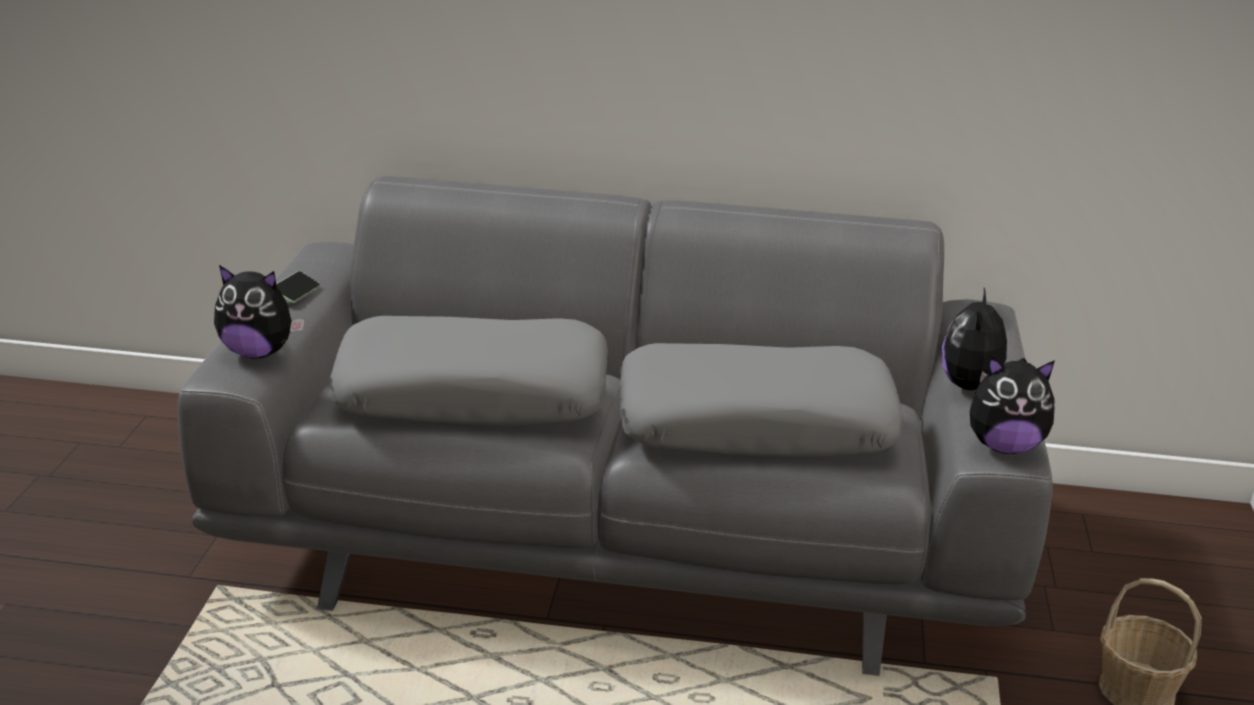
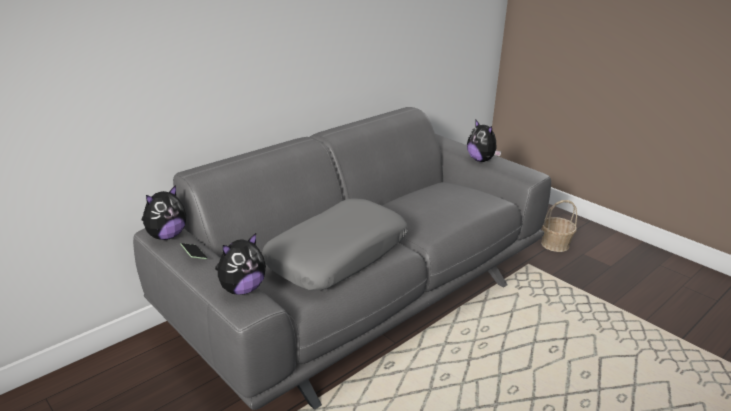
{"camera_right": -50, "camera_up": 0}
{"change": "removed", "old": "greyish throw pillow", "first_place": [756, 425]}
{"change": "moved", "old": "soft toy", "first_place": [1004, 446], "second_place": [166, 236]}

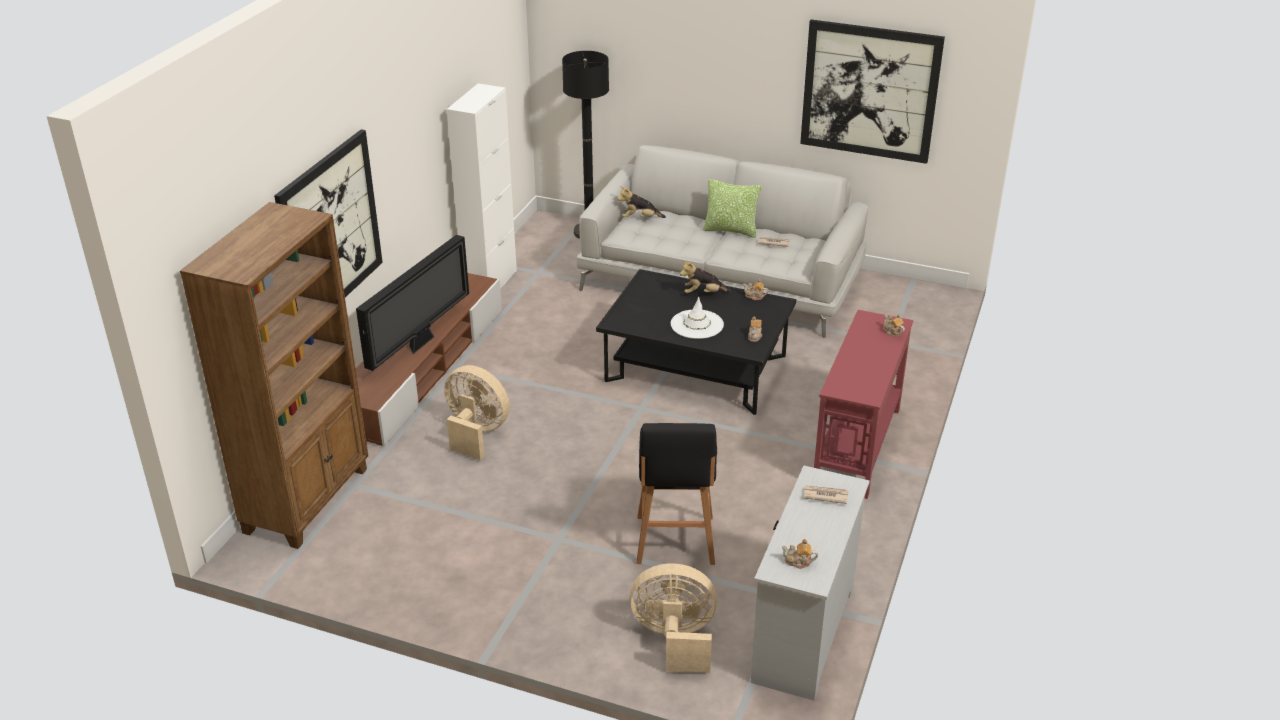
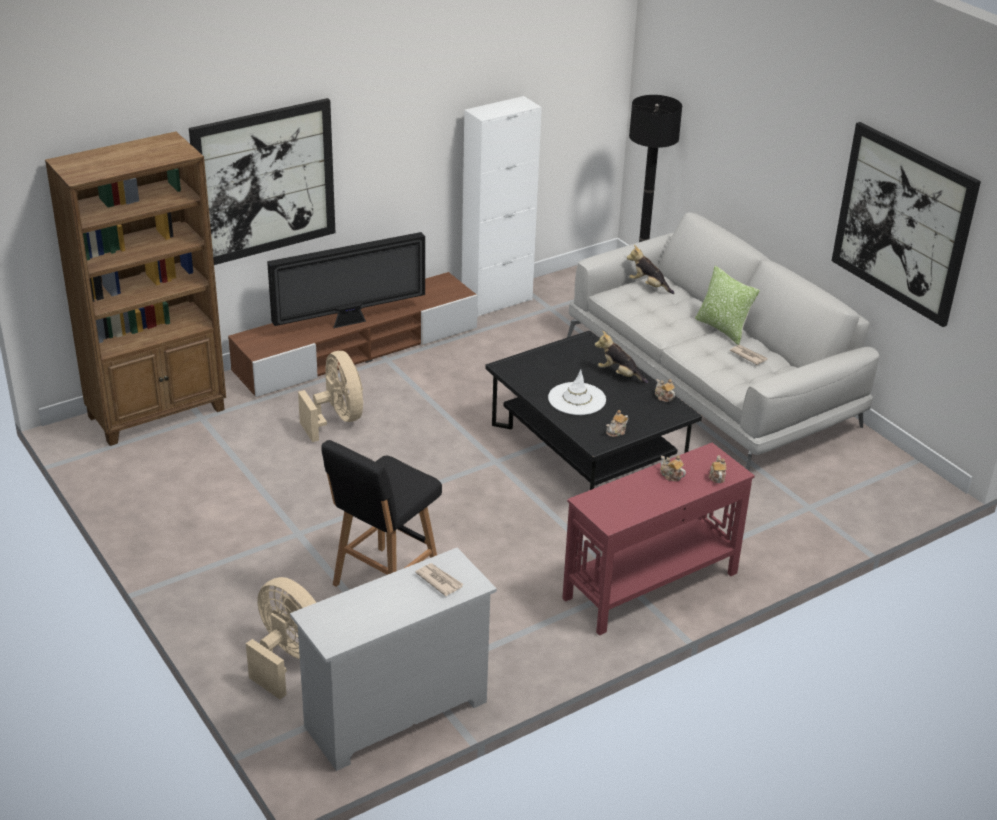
{"camera_right": 35, "camera_up": 0}
{"change": "moved", "old": "teapot", "first_place": [798, 562], "second_place": [671, 475]}

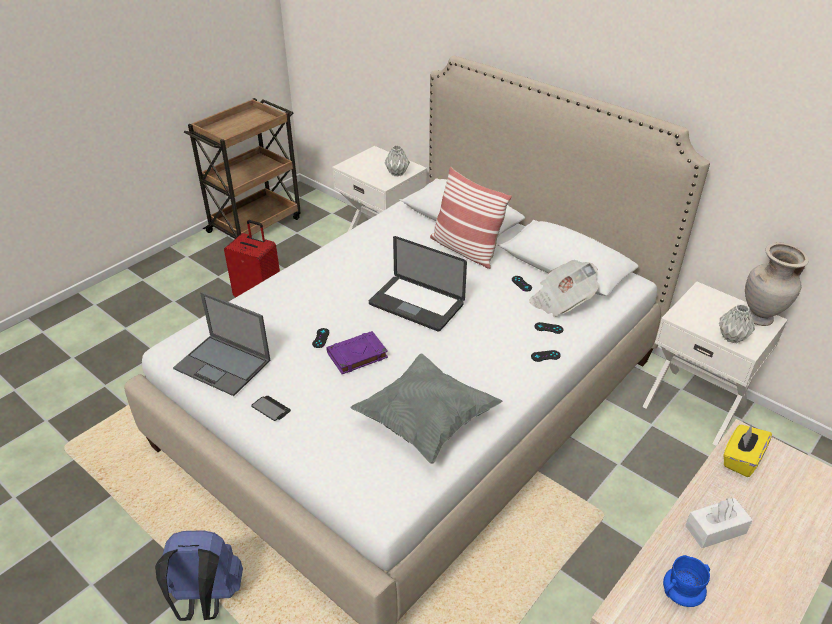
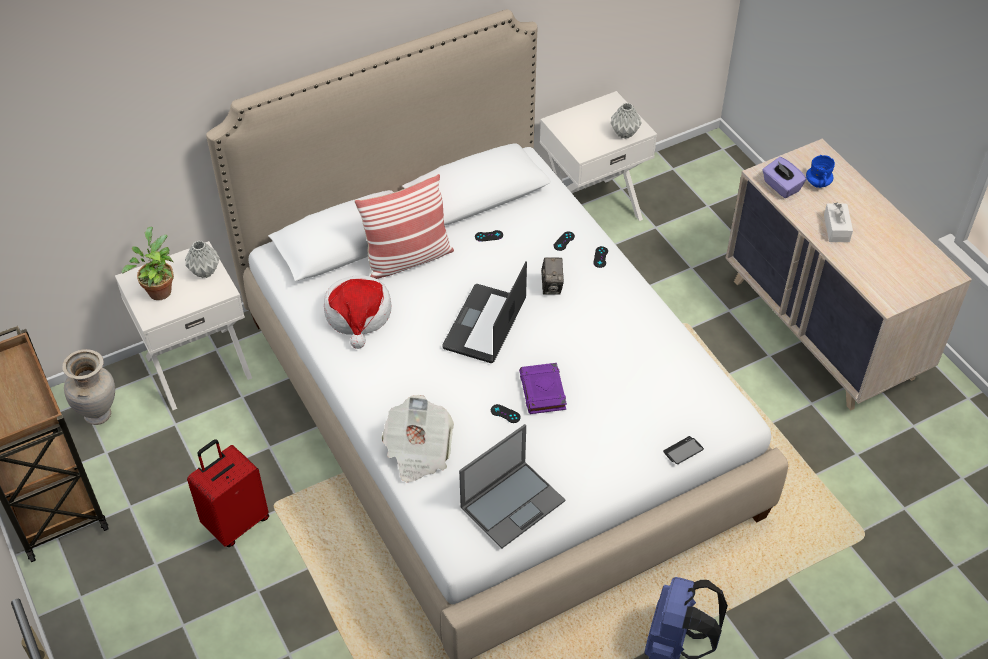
{"camera_right": -70, "camera_up": 10}
{"change": "removed", "old": "greyish throw pillow", "first_place": [426, 422]}
{"change": "added", "new": "plant in a pot", "second_place": [158, 290]}
{"change": "added", "new": "hat", "second_place": [358, 315]}
{"change": "added", "new": "still camera", "second_place": [552, 286]}
{"change": "moved", "old": "phone", "first_place": [271, 409], "second_place": [683, 451]}
{"change": "moved", "old": "printed paper", "first_place": [561, 301], "second_place": [418, 451]}
{"change": "moved", "old": "blue-coloured mug", "first_place": [681, 594], "second_place": [817, 183]}
{"change": "moved", "old": "beige flower vase", "first_place": [760, 319], "second_place": [99, 415]}
{"change": "recoloured", "old": "yellow tissue holder", "new": "purple tissue holder", "first_place": [741, 459], "second_place": [781, 187]}
{"change": "turned", "old": "portable computer", "first_place": [416, 304], "second_place": [484, 325], "degrees": 150}

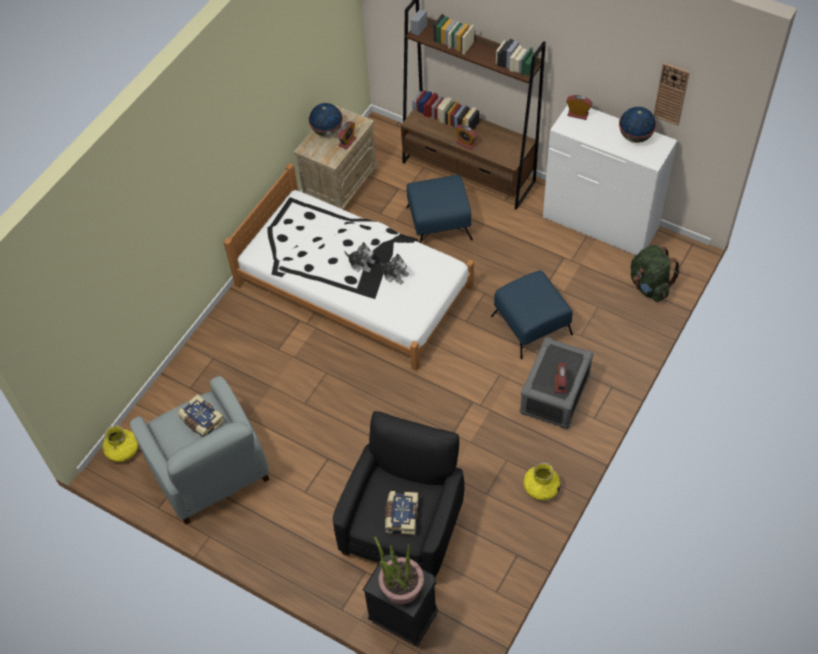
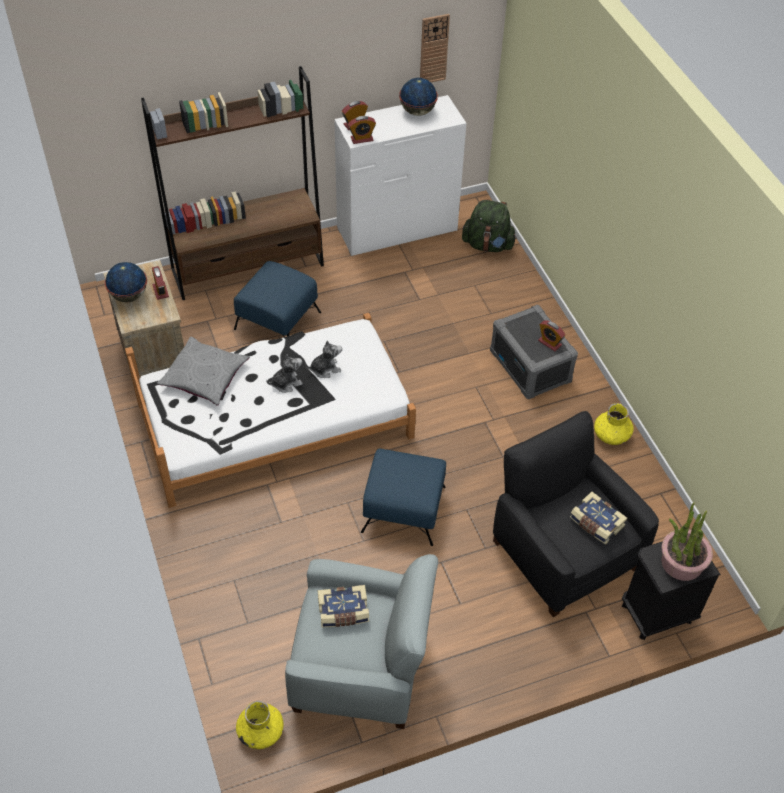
{"camera_right": -55, "camera_up": -5}
{"change": "added", "new": "greyish throw pillow", "second_place": [205, 377]}
{"change": "moved", "old": "table clock", "first_place": [466, 143], "second_place": [362, 139]}
{"change": "moved", "old": "blue-coloured footrest", "first_place": [531, 324], "second_place": [403, 508]}

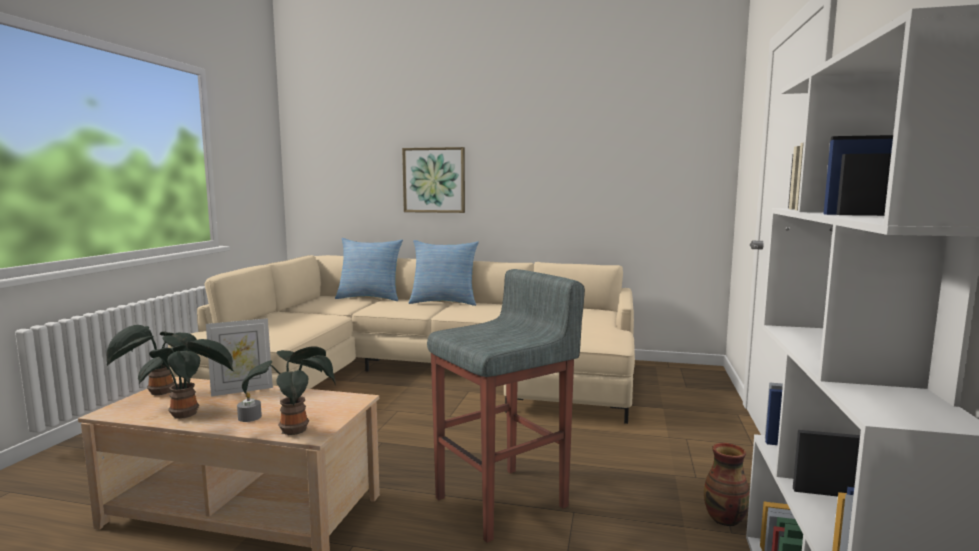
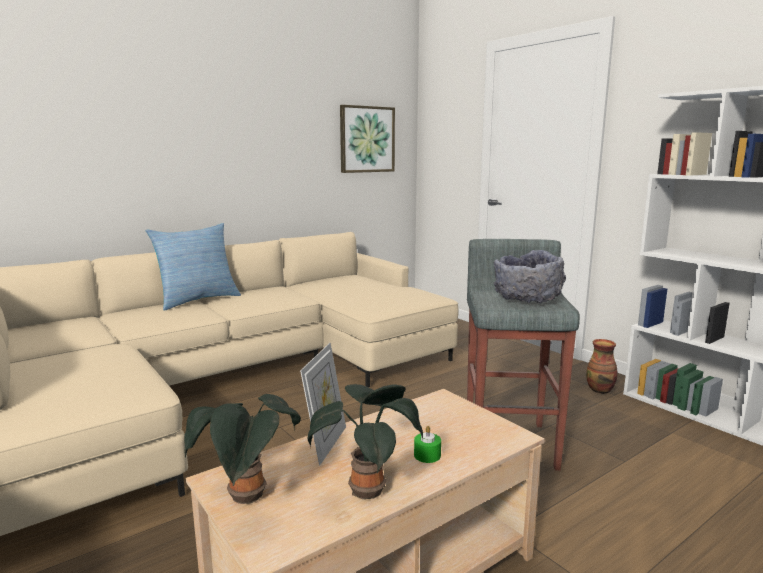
{"camera_right": -50, "camera_up": 5}
{"change": "removed", "old": "plant in a pot", "first_place": [296, 429]}
{"change": "removed", "old": "throw pillow", "first_place": [370, 298]}
{"change": "added", "new": "greyish bowl", "second_place": [527, 298]}
{"change": "moved", "old": "wall art", "first_place": [434, 180], "second_place": [366, 139]}
{"change": "recoloured", "old": "greyish candle", "new": "green candle", "first_place": [249, 417], "second_place": [427, 455]}

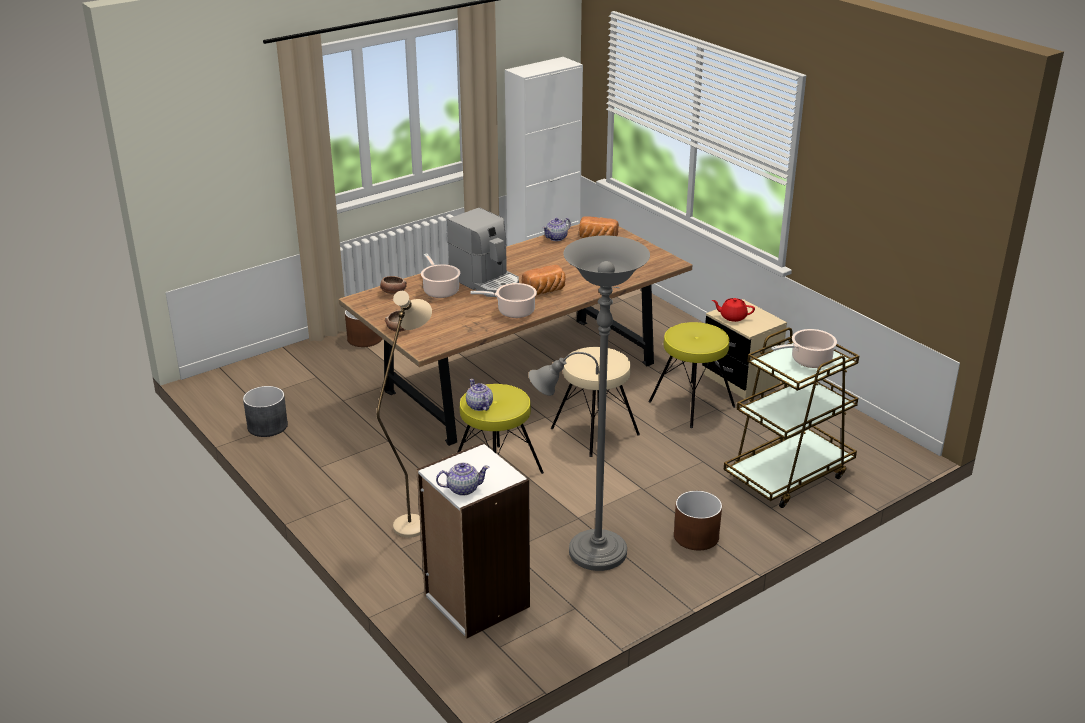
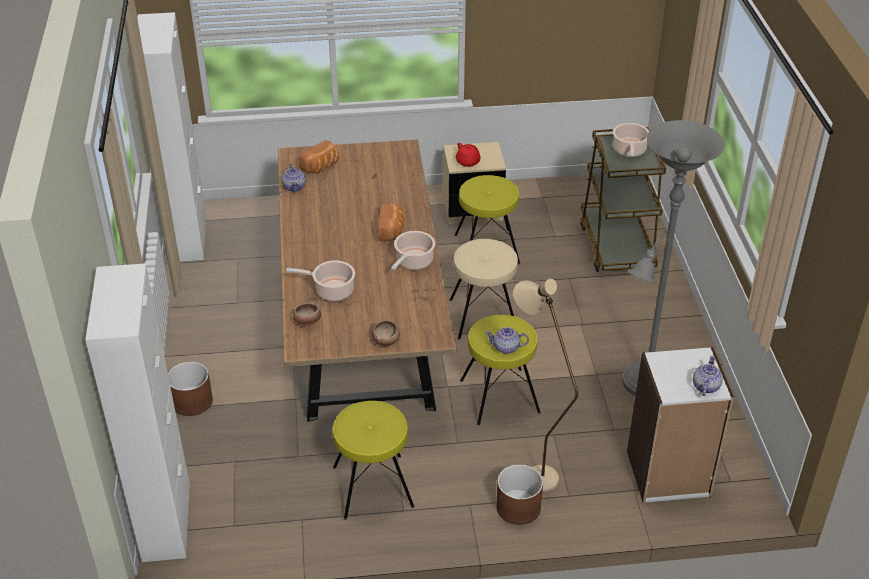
{"camera_right": -60, "camera_up": 10}
{"change": "removed", "old": "greyish planter", "first_place": [267, 426]}
{"change": "removed", "old": "coffee brewer", "first_place": [486, 282]}
{"change": "added", "new": "white storage cabinet", "second_place": [166, 522]}
{"change": "added", "new": "yellow stool seat", "second_place": [372, 487]}
{"change": "moved", "old": "brown-coloured planter", "first_place": [696, 536], "second_place": [518, 507]}
{"change": "turned", "old": "reddish teapot", "first_place": [732, 317], "second_place": [468, 162], "degrees": -75}

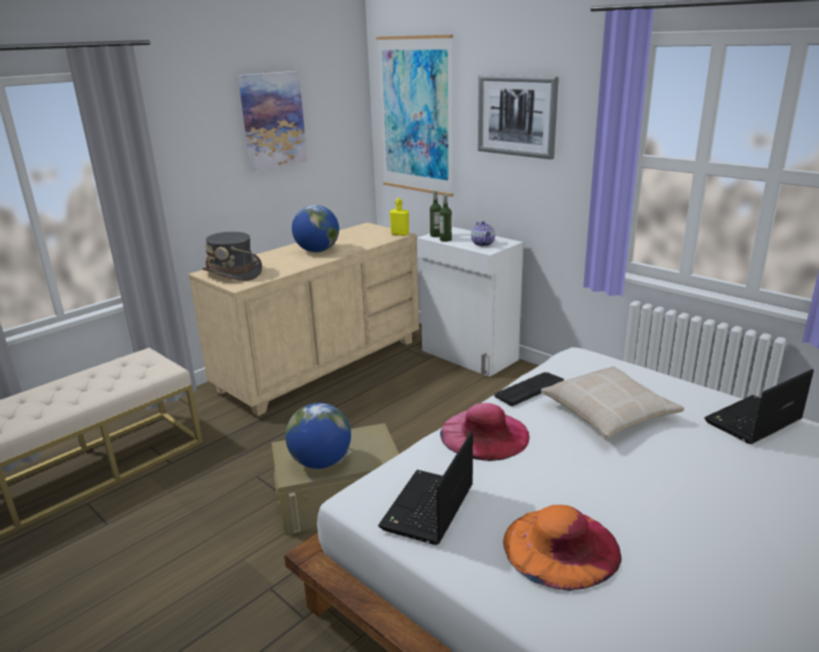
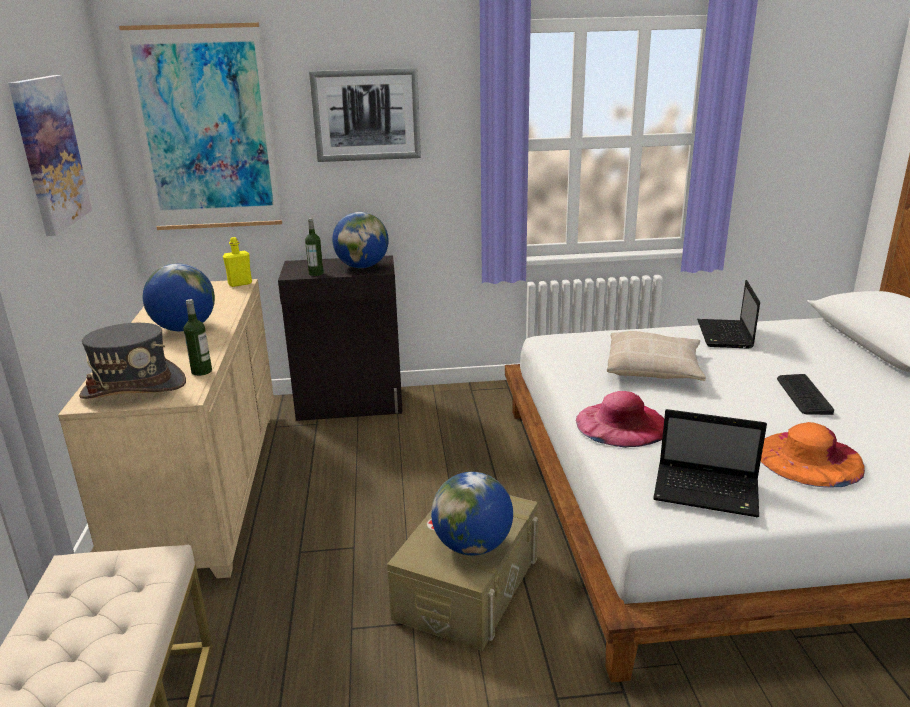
{"camera_right": -50, "camera_up": 0}
{"change": "moved", "old": "drink bottle", "first_place": [436, 235], "second_place": [201, 371]}
{"change": "moved", "old": "keyboard", "first_place": [528, 389], "second_place": [803, 395]}
{"change": "replaced", "old": "teapot", "new": "globe", "first_place": [483, 244], "second_place": [362, 266]}
{"change": "recoloured", "old": "white storage cabinet", "new": "blackish storage cabinet", "first_place": [469, 356], "second_place": [351, 404]}
{"change": "turned", "old": "portable computer", "first_place": [428, 509], "second_place": [708, 492], "degrees": -45}

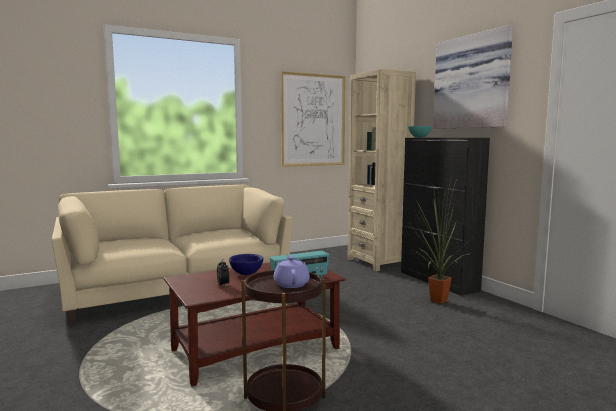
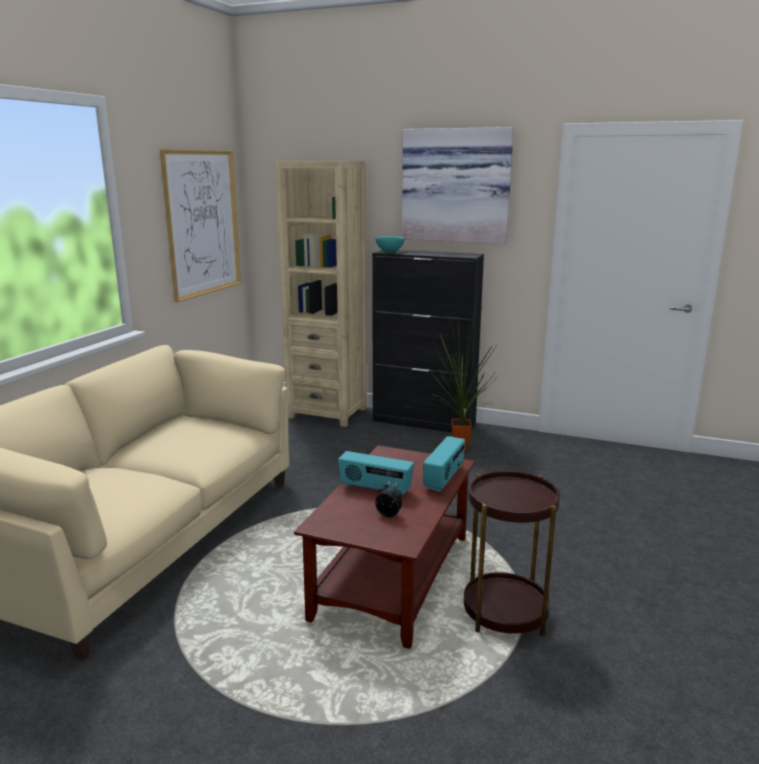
{"camera_right": -40, "camera_up": 10}
{"change": "removed", "old": "purple teapot", "first_place": [291, 284]}
{"change": "replaced", "old": "blue-coloured bowl", "new": "radio receiver", "first_place": [247, 273], "second_place": [375, 489]}

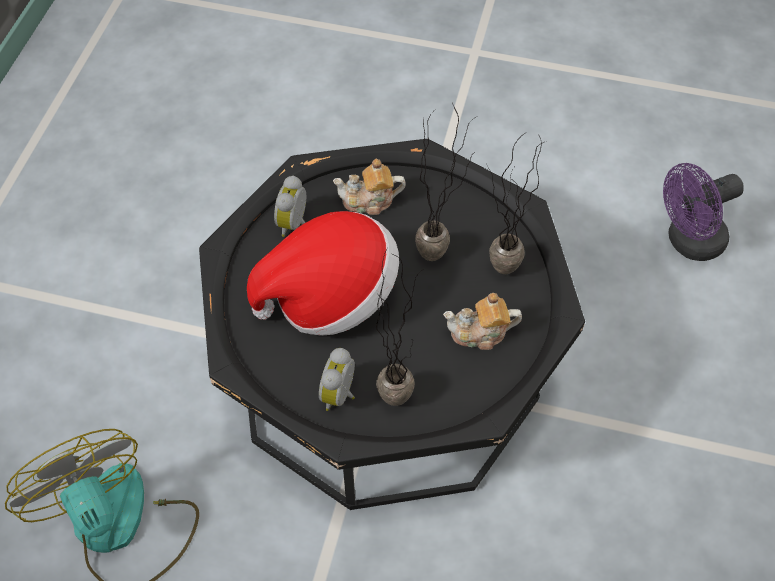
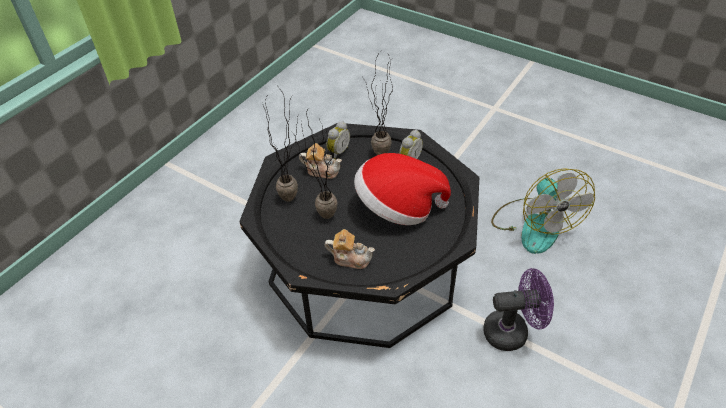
{"camera_right": -160, "camera_up": -10}
{"change": "moved", "old": "table clock", "first_place": [295, 224], "second_place": [337, 152]}
{"change": "moved", "old": "purple cooling fan", "first_place": [688, 242], "second_place": [512, 331]}

